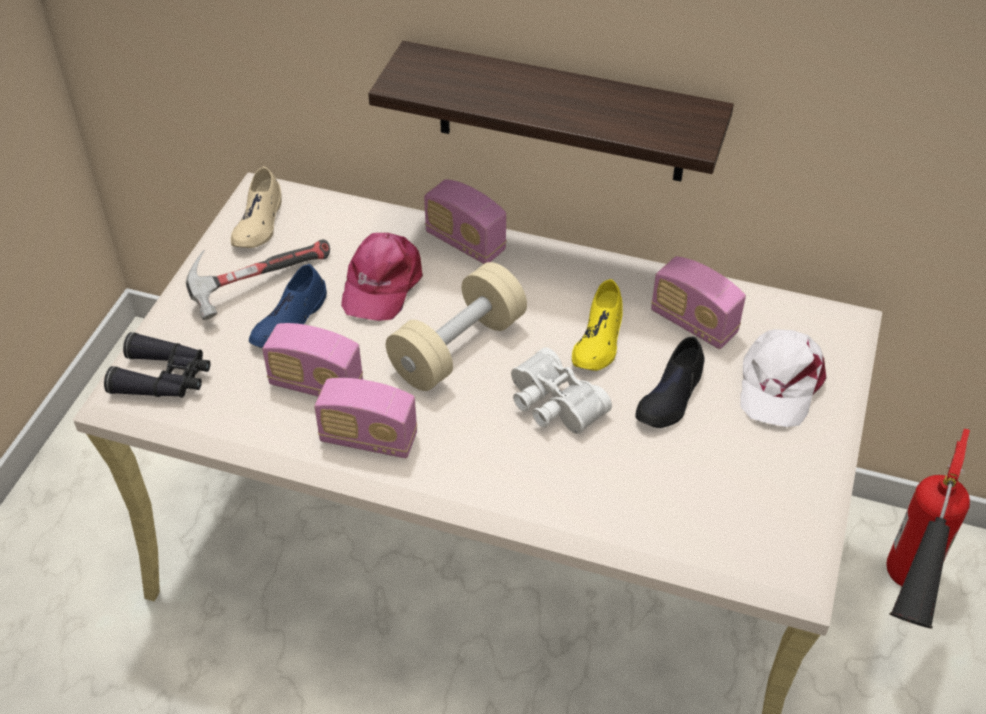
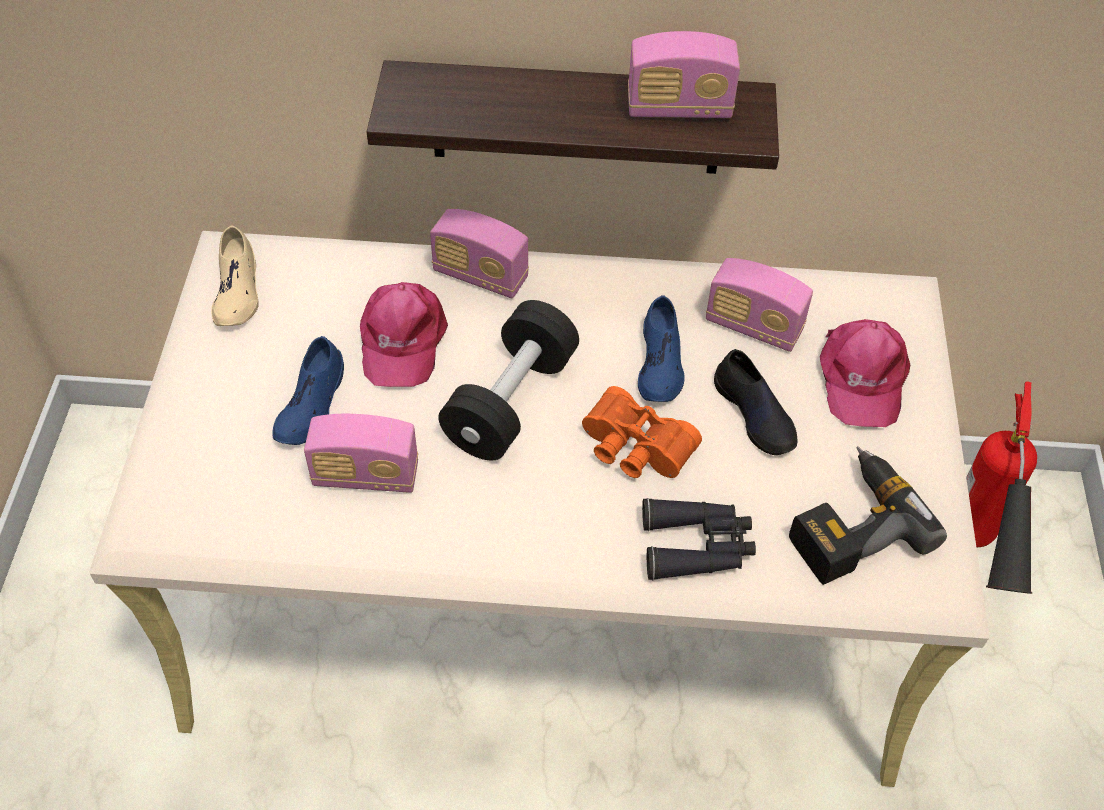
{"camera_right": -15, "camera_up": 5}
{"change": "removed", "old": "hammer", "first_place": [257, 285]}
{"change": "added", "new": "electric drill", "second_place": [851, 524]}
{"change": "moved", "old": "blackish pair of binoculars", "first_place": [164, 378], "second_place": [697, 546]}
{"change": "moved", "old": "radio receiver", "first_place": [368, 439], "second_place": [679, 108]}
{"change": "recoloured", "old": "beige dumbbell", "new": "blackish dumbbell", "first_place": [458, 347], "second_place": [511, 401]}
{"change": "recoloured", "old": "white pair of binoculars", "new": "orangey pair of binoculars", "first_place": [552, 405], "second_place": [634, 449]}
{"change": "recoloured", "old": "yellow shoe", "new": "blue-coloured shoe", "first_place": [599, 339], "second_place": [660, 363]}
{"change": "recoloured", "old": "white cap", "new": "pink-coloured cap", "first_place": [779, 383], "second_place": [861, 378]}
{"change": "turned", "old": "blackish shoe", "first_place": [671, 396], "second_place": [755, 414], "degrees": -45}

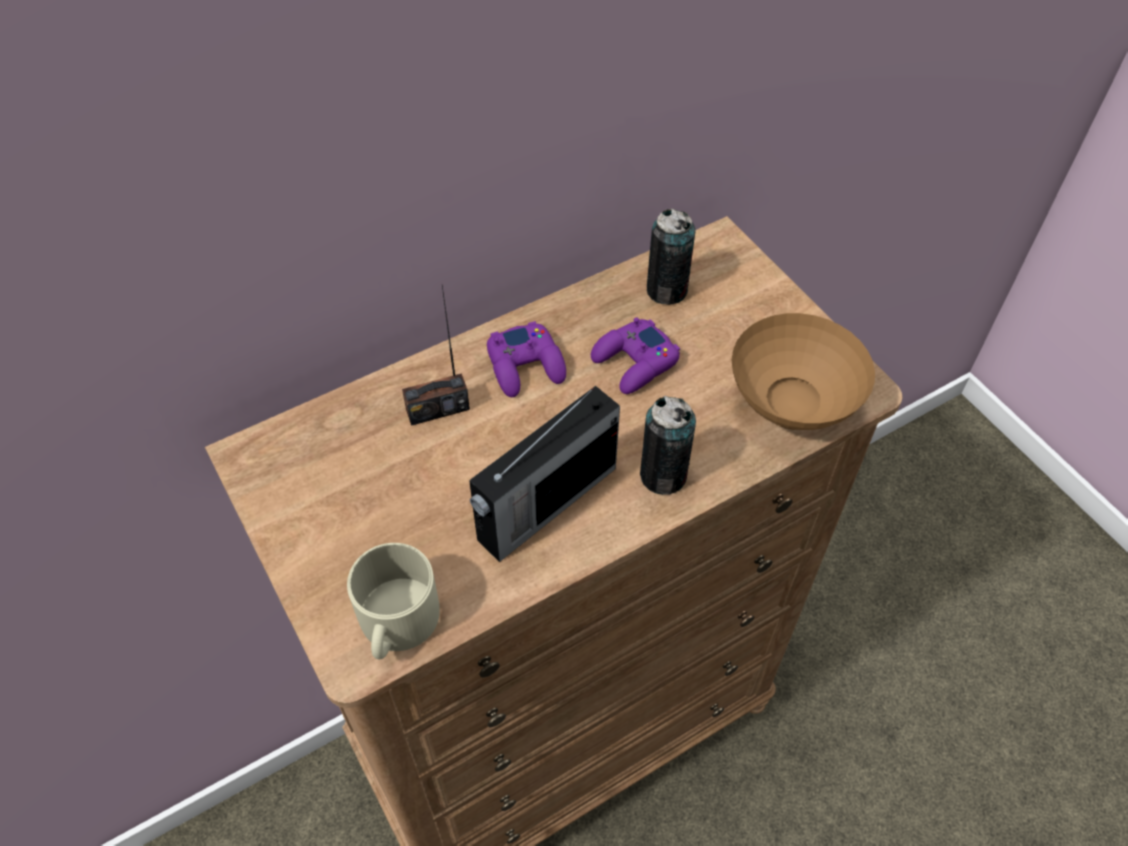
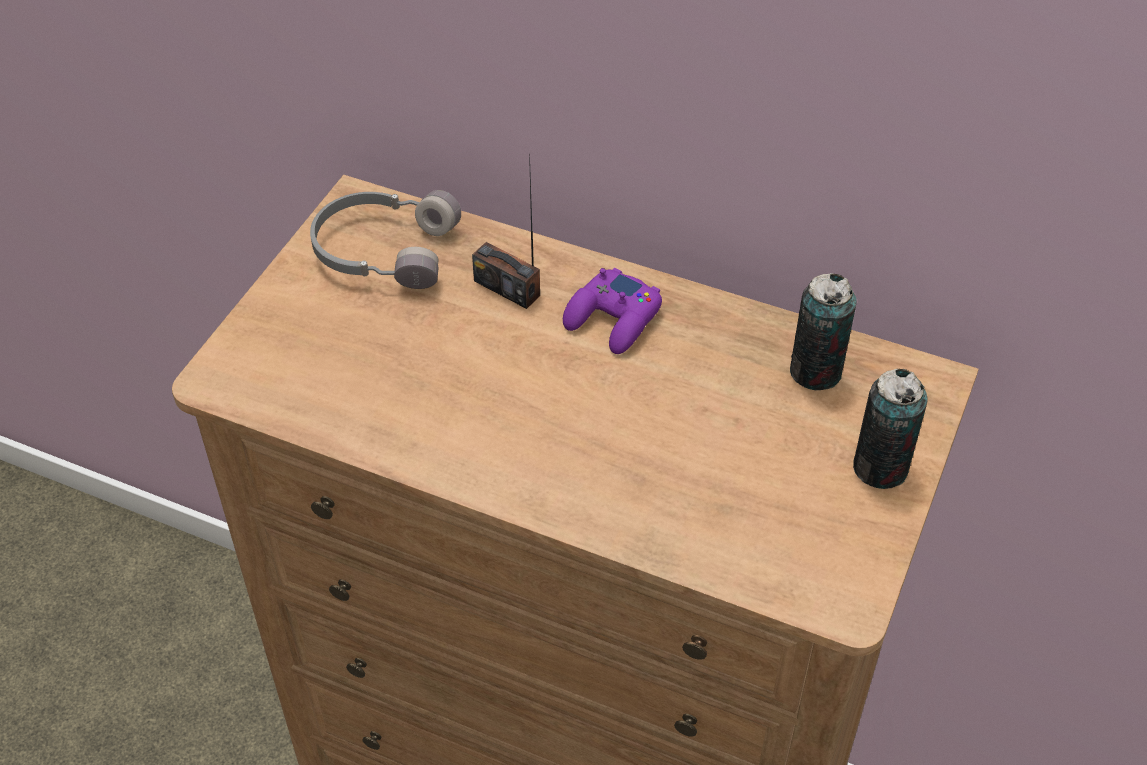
{"camera_right": 55, "camera_up": -5}
{"change": "removed", "old": "beige mug", "first_place": [396, 624]}
{"change": "removed", "old": "radio receiver", "first_place": [544, 505]}
{"change": "removed", "old": "purple gamepad", "first_place": [634, 363]}
{"change": "removed", "old": "brown-coloured bowl", "first_place": [792, 409]}
{"change": "added", "new": "greyish headphones", "second_place": [383, 250]}
{"change": "moved", "old": "can", "first_place": [663, 475], "second_place": [880, 468]}

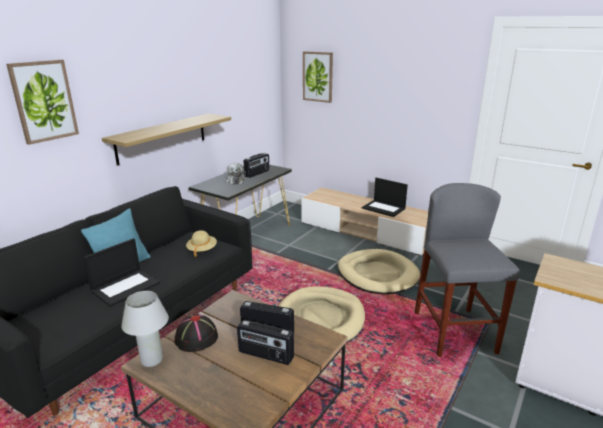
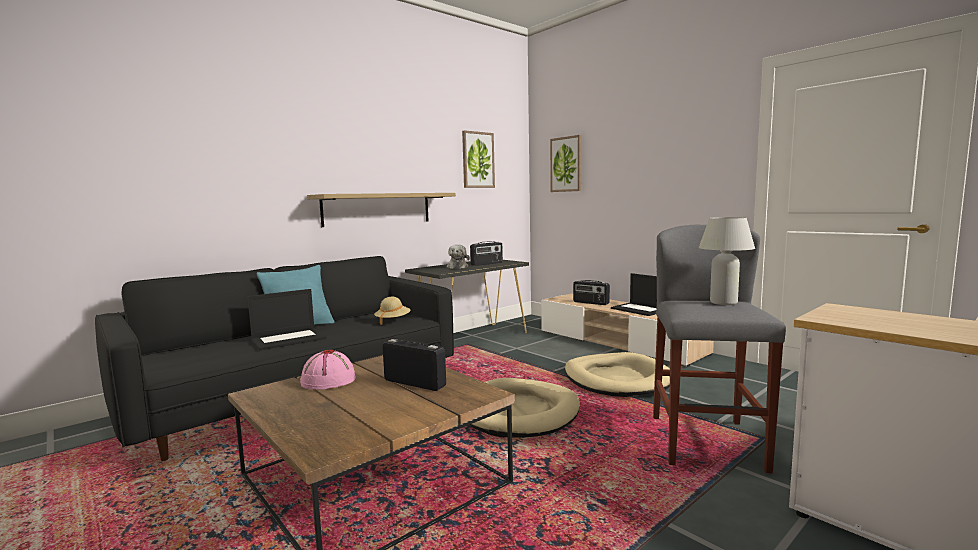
{"camera_right": 15, "camera_up": -15}
{"change": "moved", "old": "wall art", "first_place": [44, 101], "second_place": [477, 160]}
{"change": "moved", "old": "white tabletop lamp", "first_place": [152, 360], "second_place": [723, 303]}
{"change": "moved", "old": "radio receiver", "first_place": [265, 355], "second_place": [590, 303]}
{"change": "recoloured", "old": "blackish hat", "new": "pink-coloured hat", "first_place": [196, 338], "second_place": [328, 381]}

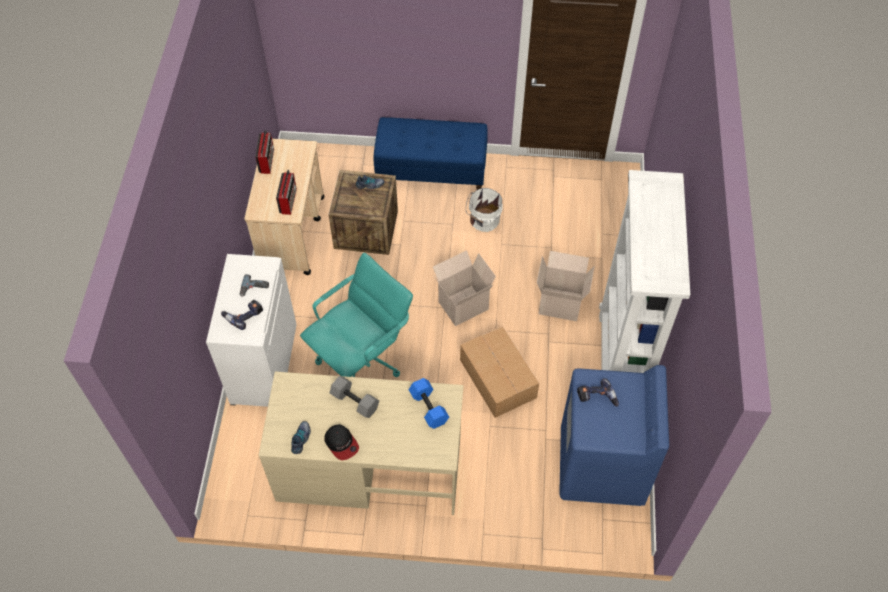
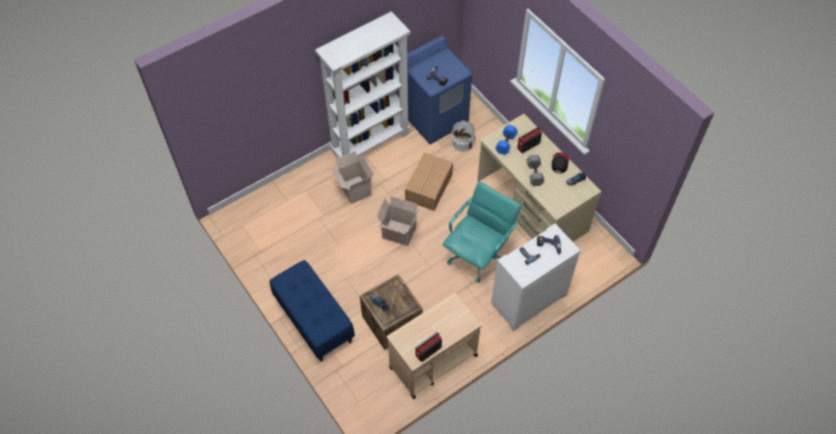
{"camera_right": -130, "camera_up": 0}
{"change": "moved", "old": "radio receiver", "first_place": [288, 200], "second_place": [528, 146]}
{"change": "moved", "old": "white pail", "first_place": [483, 220], "second_place": [463, 143]}
{"change": "turned", "old": "turquoise desk chair", "first_place": [362, 358], "second_place": [478, 255], "degrees": 120}

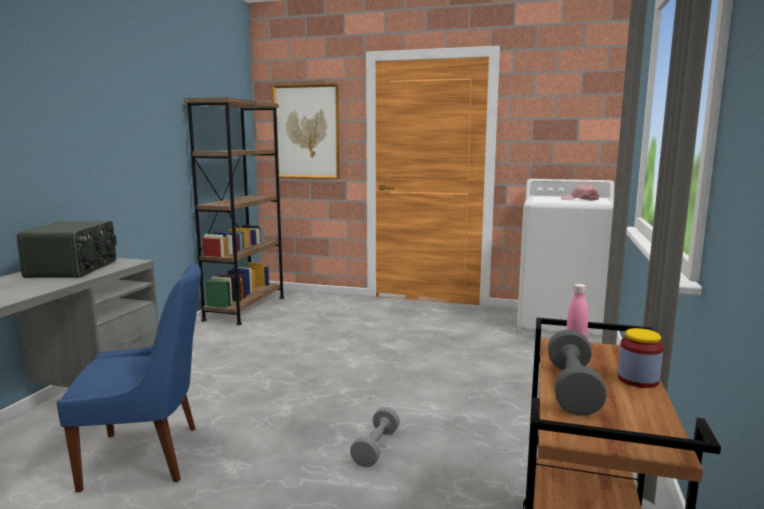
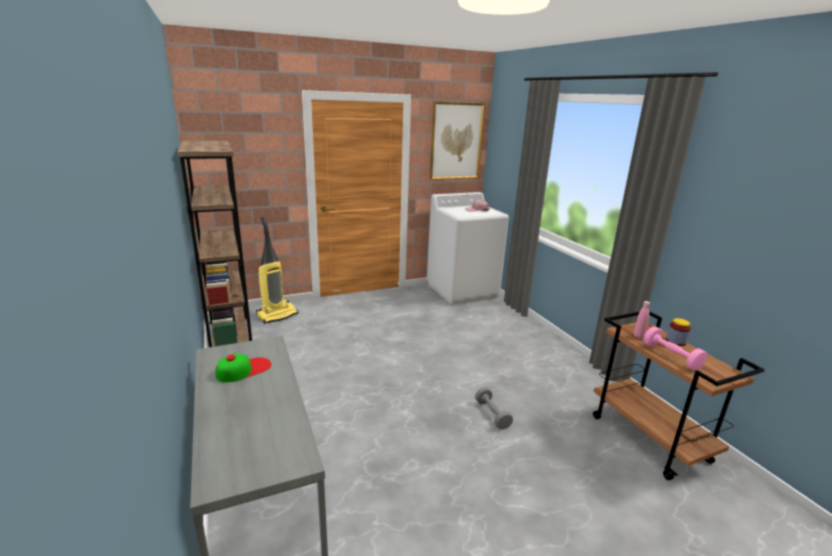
{"camera_right": -40, "camera_up": 10}
{"change": "removed", "old": "blue-coloured plain chair", "first_place": [147, 456]}
{"change": "added", "new": "hoover", "second_place": [277, 315]}
{"change": "moved", "old": "wall art", "first_place": [306, 132], "second_place": [456, 141]}
{"change": "replaced", "old": "radio receiver", "new": "cap", "first_place": [74, 269], "second_place": [244, 369]}
{"change": "recoloured", "old": "greyish dumbbell", "new": "pink-coloured dumbbell", "first_place": [572, 389], "second_place": [671, 356]}

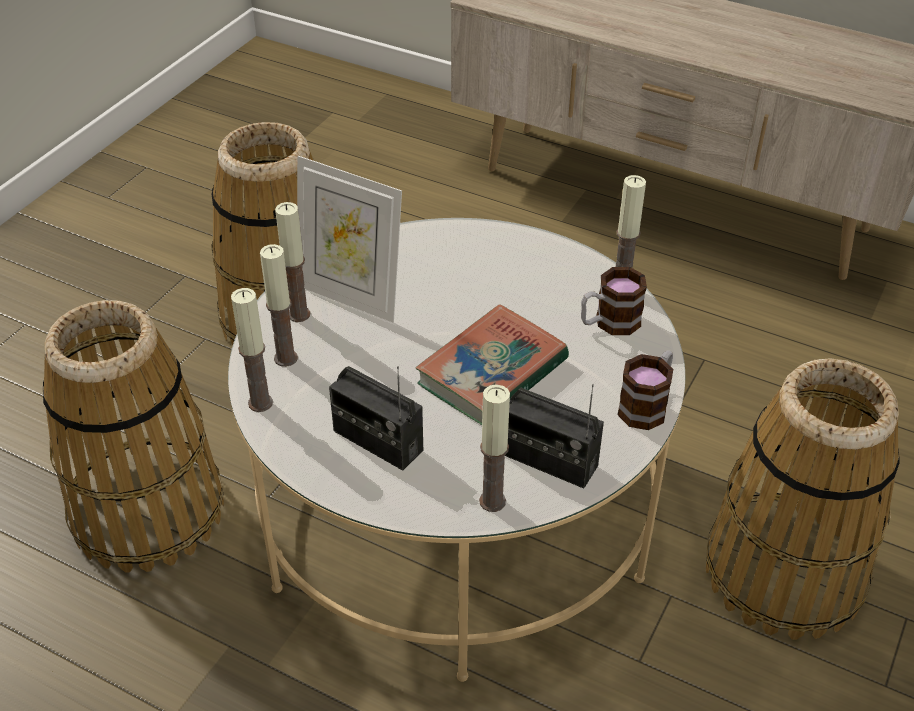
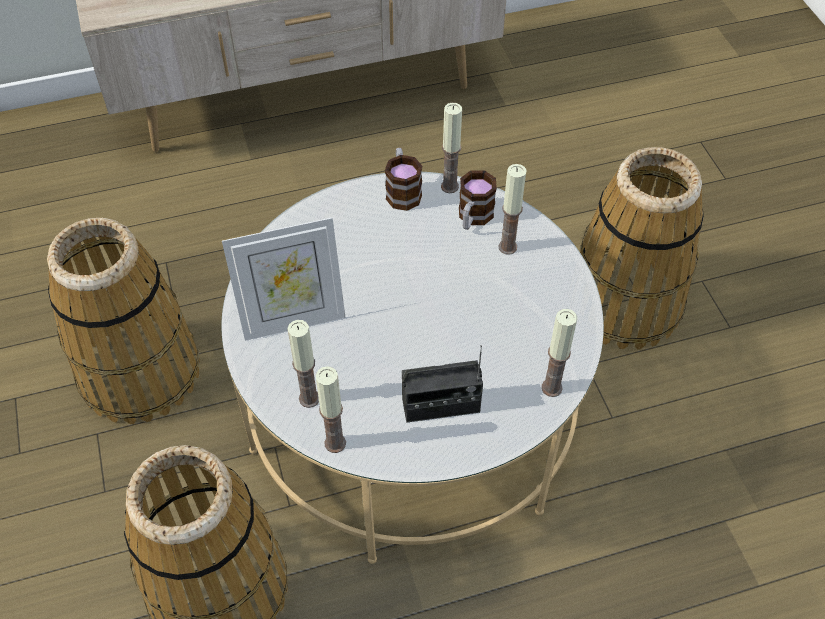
{"camera_right": -45, "camera_up": 10}
{"change": "removed", "old": "book", "first_place": [492, 372]}
{"change": "removed", "old": "radio receiver", "first_place": [549, 460]}
{"change": "moved", "old": "candle", "first_place": [298, 314], "second_place": [507, 247]}
{"change": "moved", "old": "mug", "first_place": [647, 405], "second_place": [402, 191]}

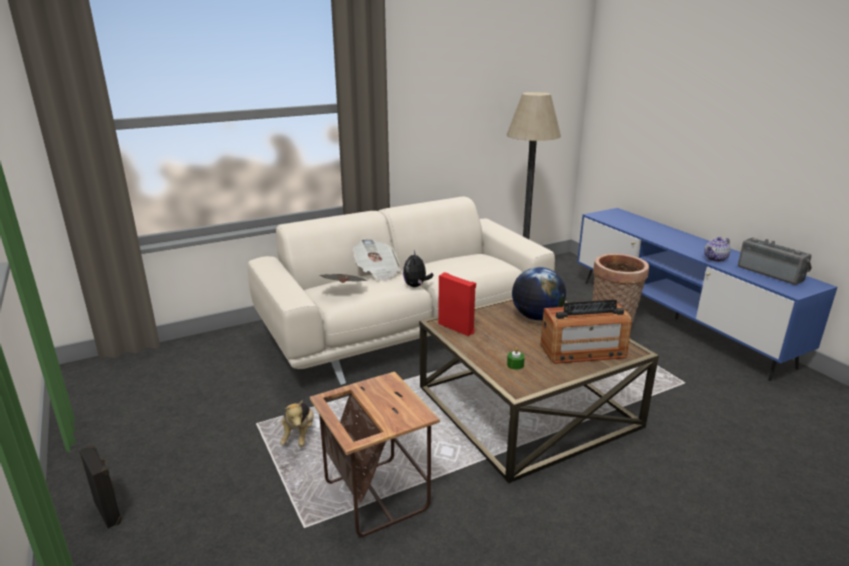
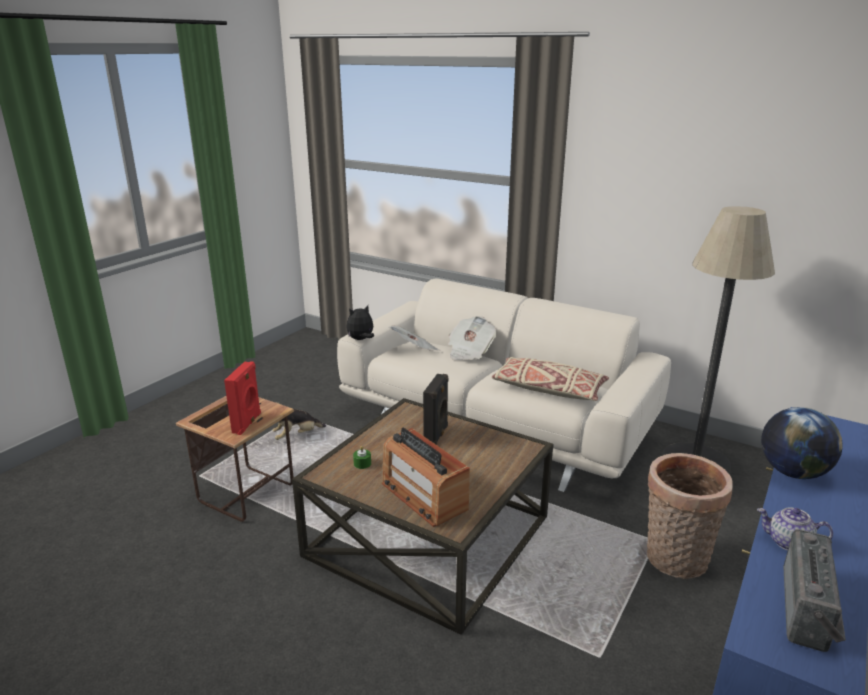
{"camera_right": 60, "camera_up": 0}
{"change": "added", "new": "beige throw pillow", "second_place": [548, 389]}
{"change": "moved", "old": "blackish speaker", "first_place": [109, 511], "second_place": [437, 435]}
{"change": "moved", "old": "soft toy", "first_place": [416, 286], "second_place": [361, 339]}
{"change": "moved", "old": "reddish speaker", "first_place": [456, 328], "second_place": [248, 423]}
{"change": "moved", "old": "globe", "first_place": [536, 317], "second_place": [792, 472]}

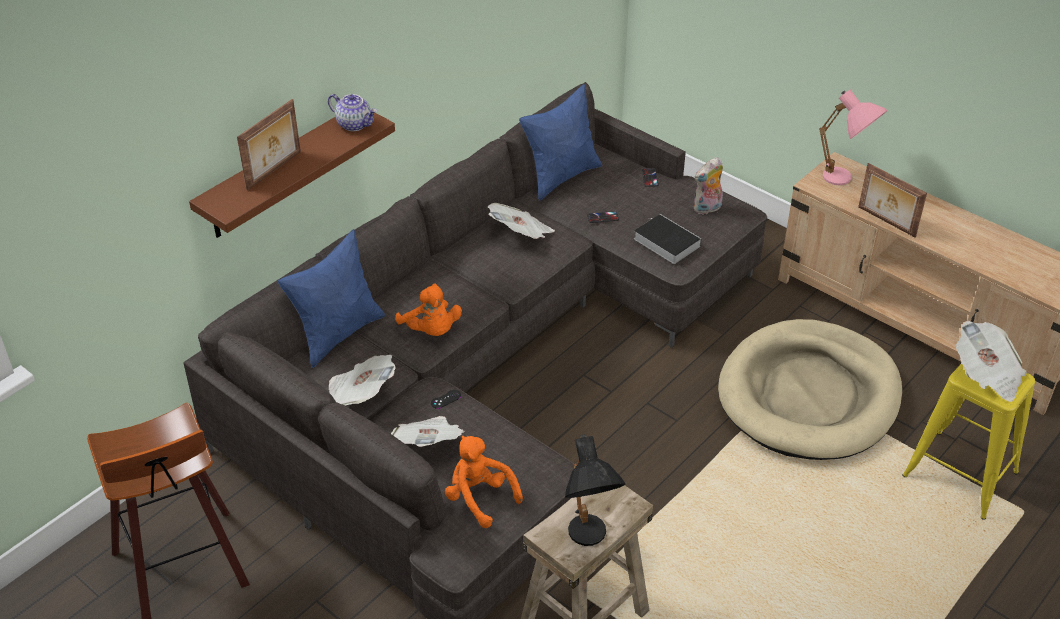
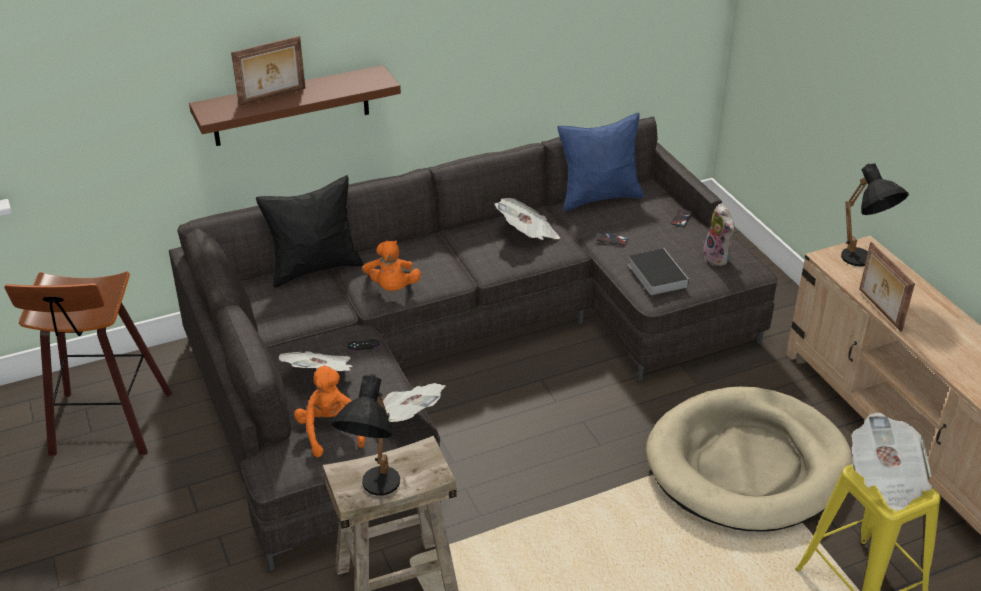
{"camera_right": 25, "camera_up": -5}
{"change": "removed", "old": "teapot", "first_place": [355, 124]}
{"change": "moved", "old": "printed paper", "first_place": [360, 394], "second_place": [408, 417]}
{"change": "recoloured", "old": "blue-coloured throw pillow", "new": "blackish throw pillow", "first_place": [338, 334], "second_place": [315, 268]}
{"change": "recoloured", "old": "pink-coloured tabletop lamp", "new": "blackish tabletop lamp", "first_place": [844, 182], "second_place": [861, 264]}
{"change": "turned", "old": "soft toy", "first_place": [707, 209], "second_place": [718, 258], "degrees": -105}

